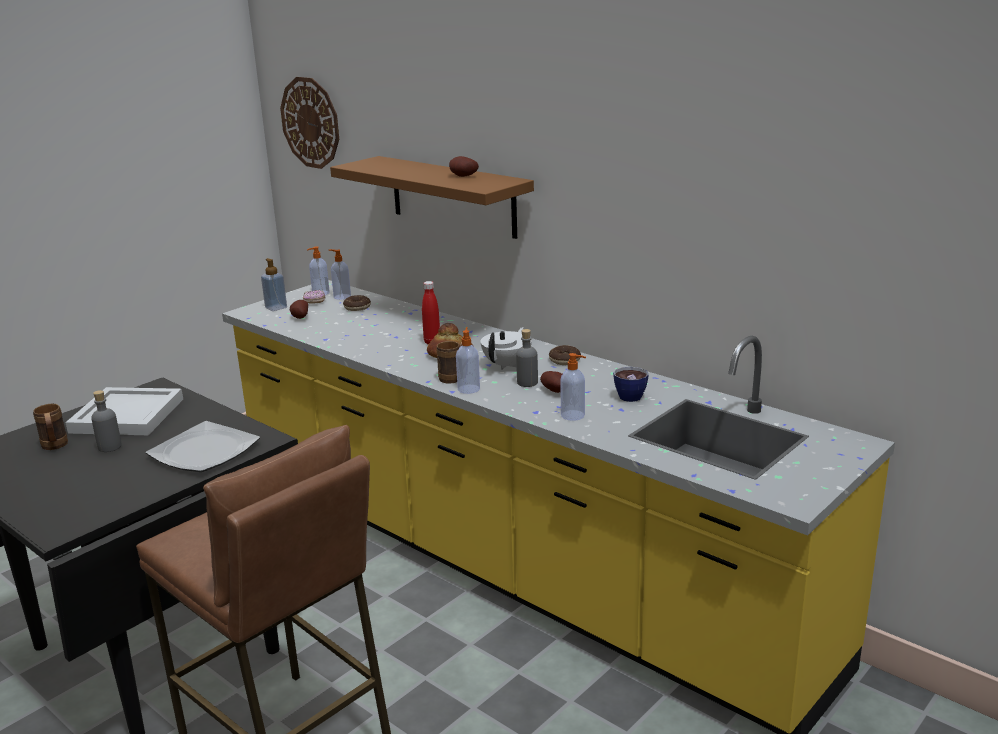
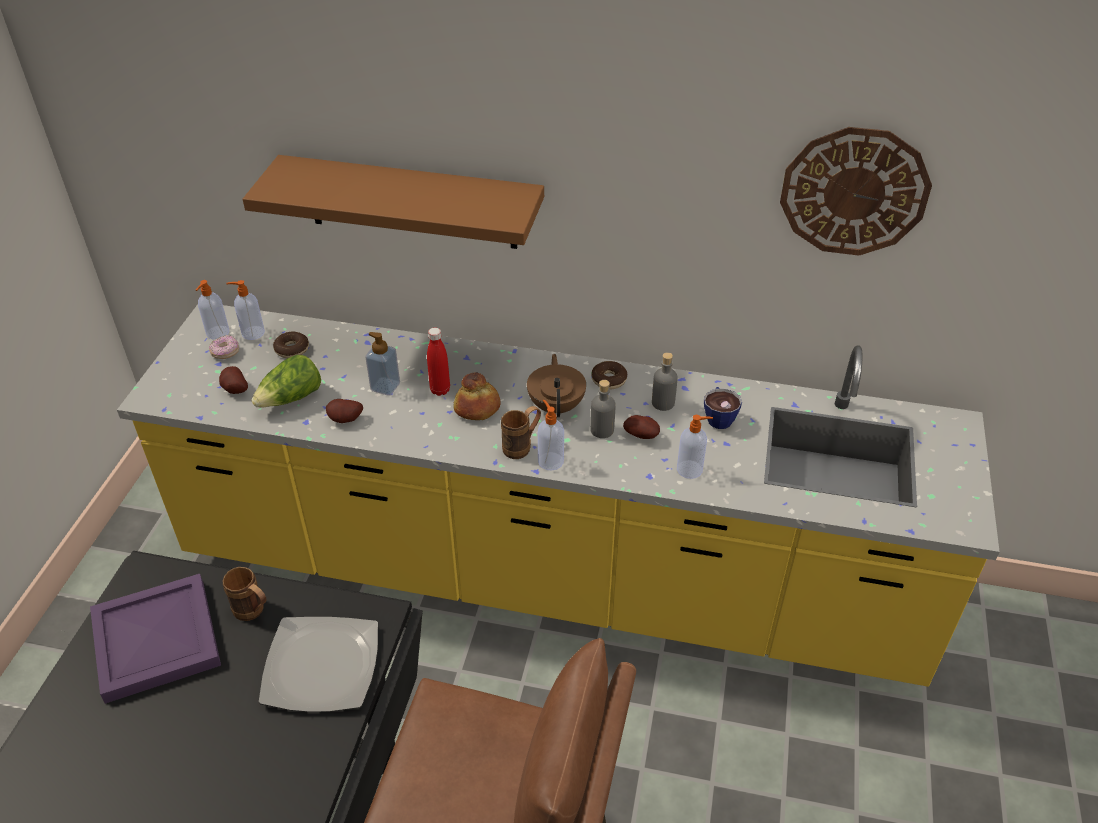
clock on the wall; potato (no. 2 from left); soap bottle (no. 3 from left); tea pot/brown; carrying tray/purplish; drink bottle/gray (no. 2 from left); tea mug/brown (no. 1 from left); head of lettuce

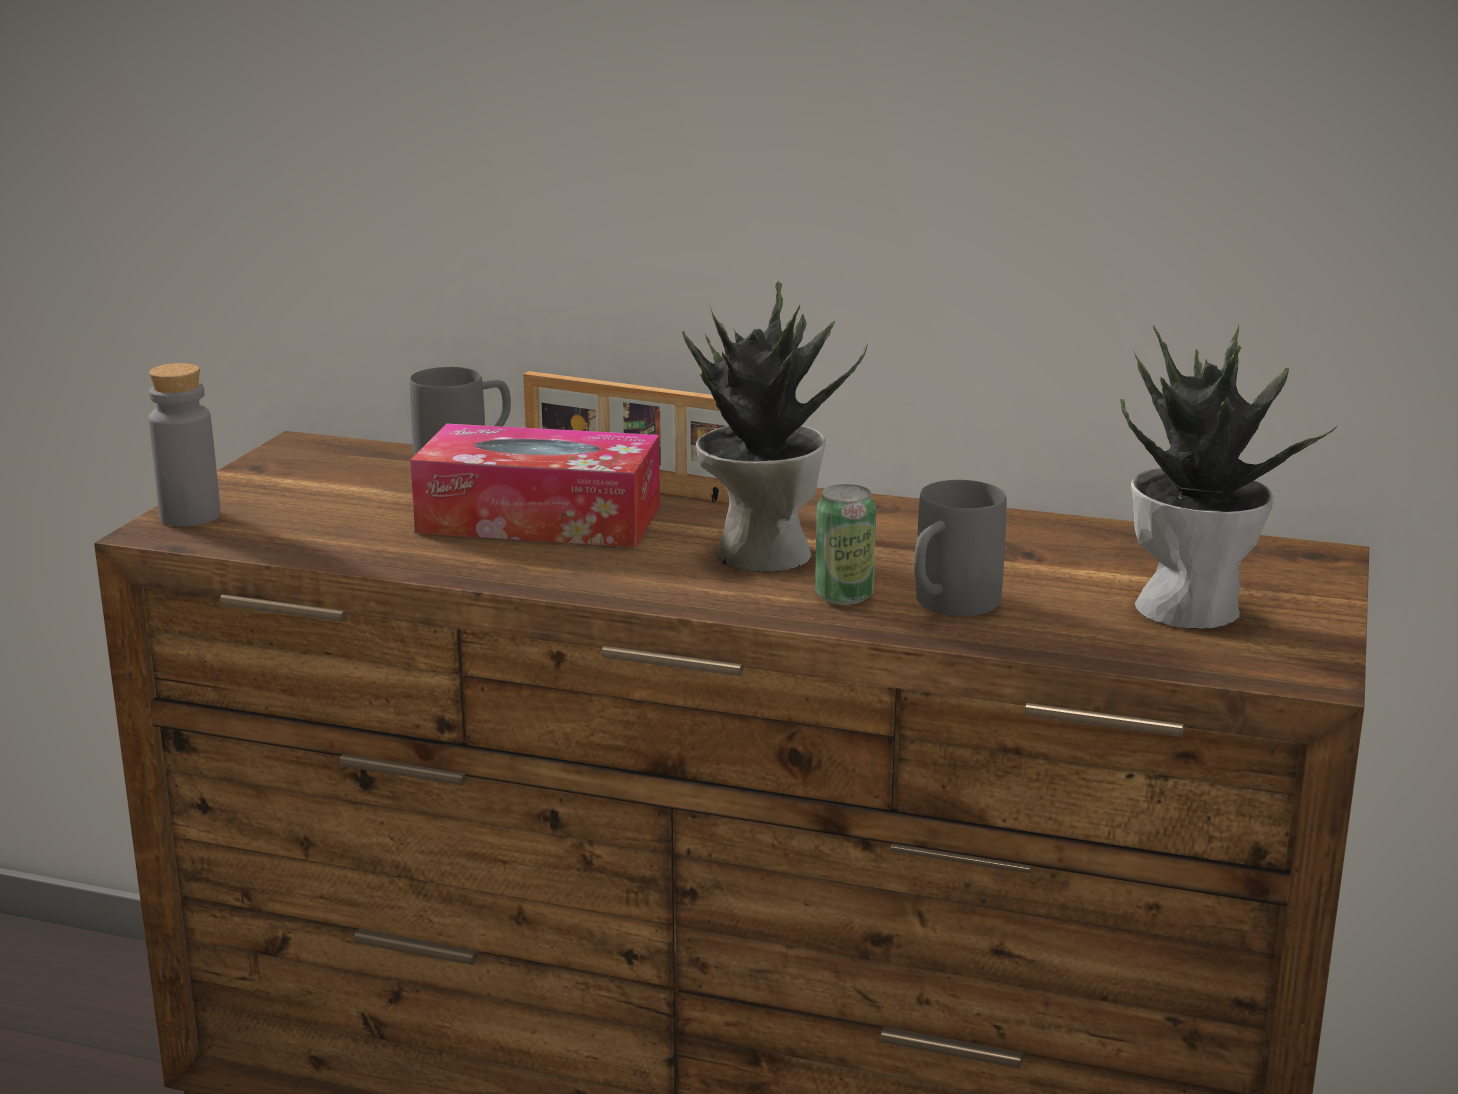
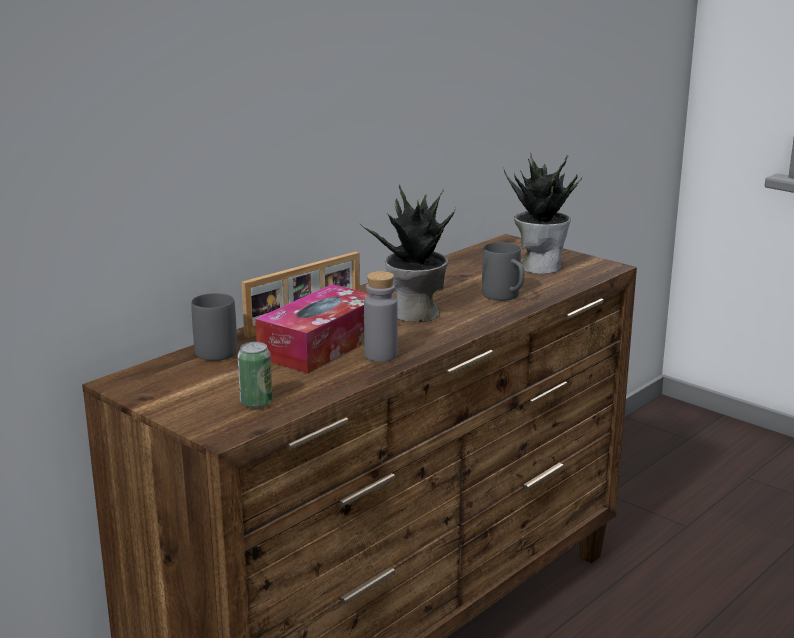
drink bottle/gray; can

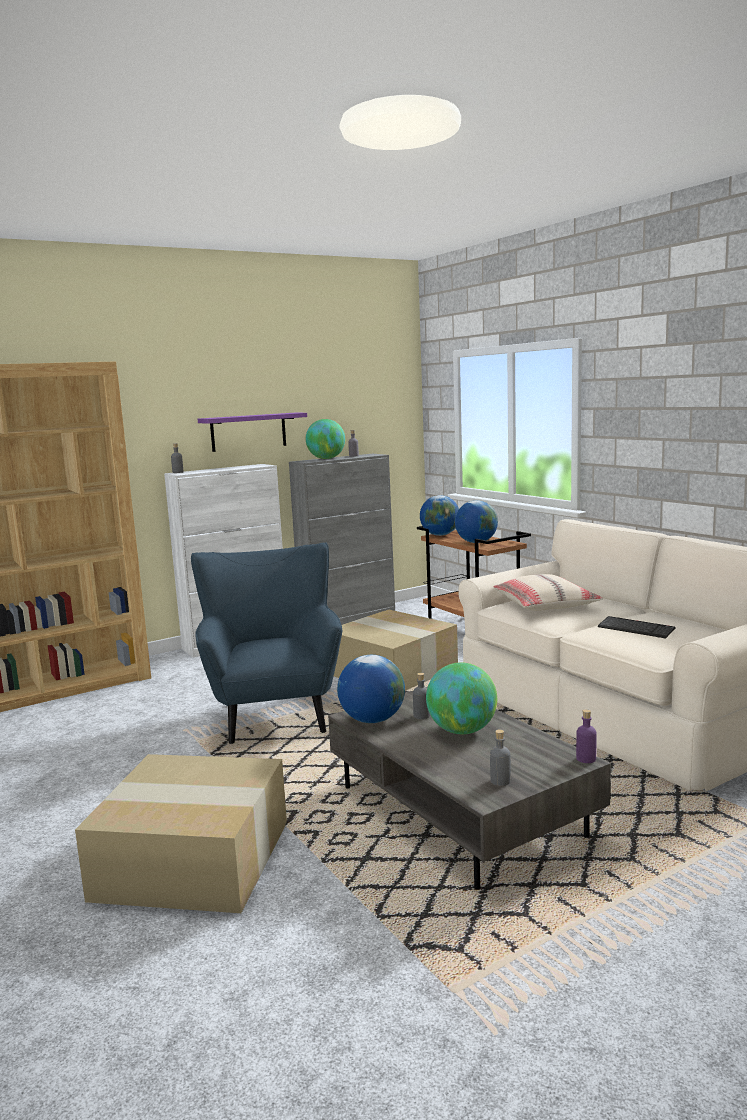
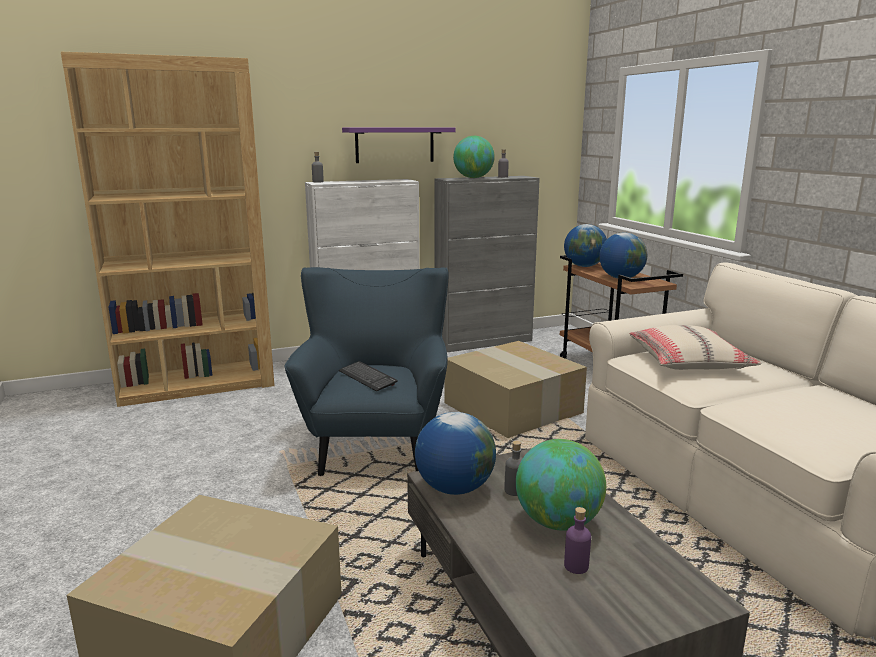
keyboard; drink bottle/purplish; drink bottle/gray (no. 4 from left in the first image)

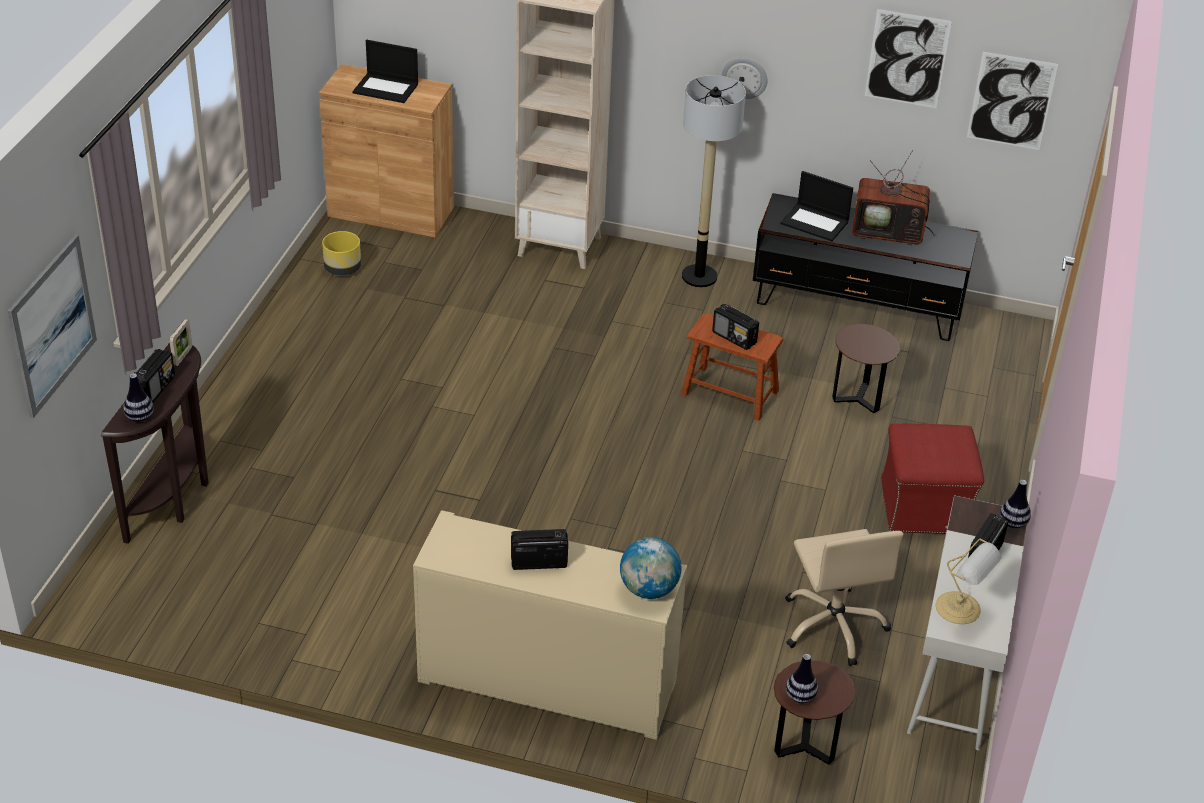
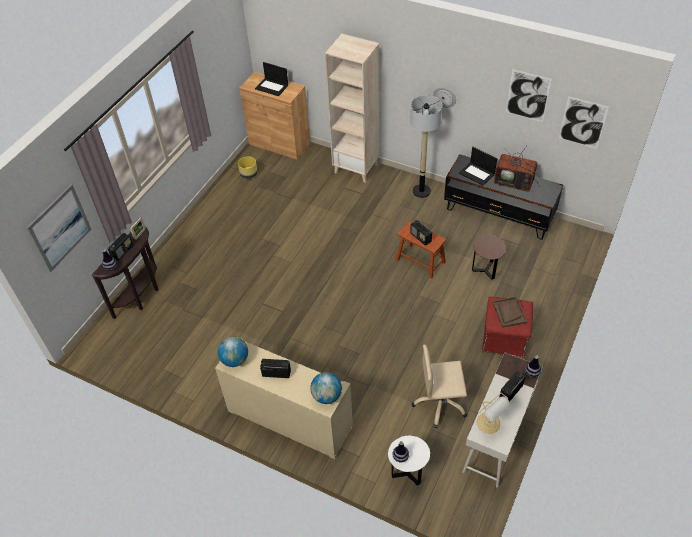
desk chair/beige-coloured; side table/whitish; carrying tray/brown; desk globe (no. 1 from left)

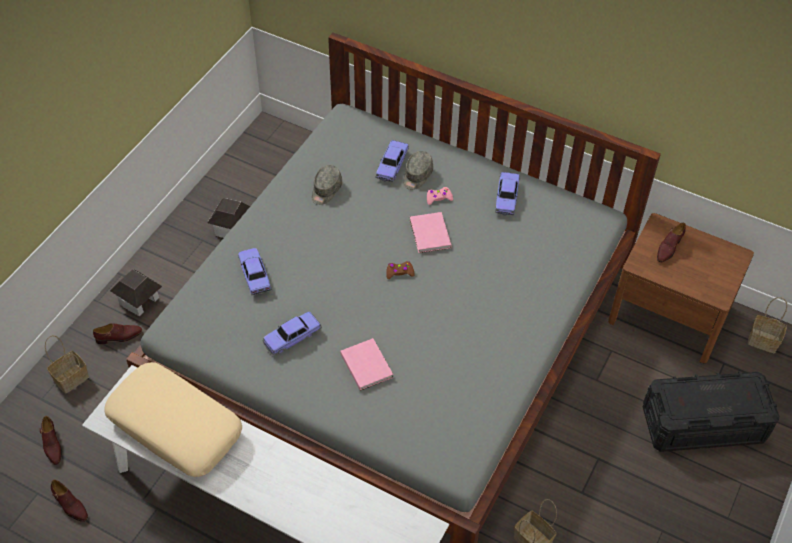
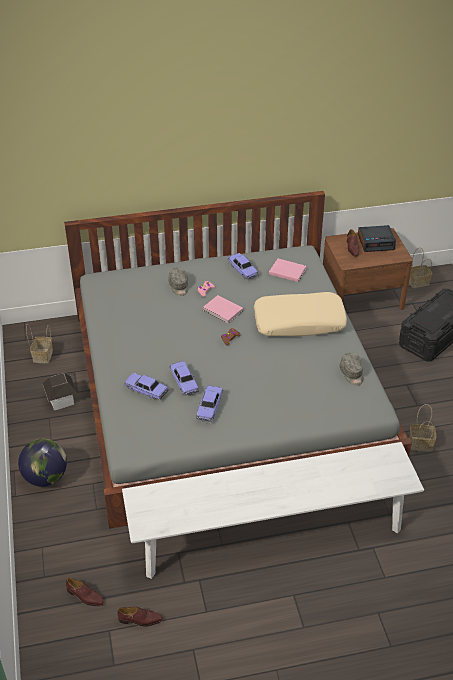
miniature car (no. 2 from left); peaked cap/gray (no. 2 from left); desk globe; item of footwear/brown (no. 3 from left in the first image); basket (no. 1 from left); volume/pink-coloured (no. 2 from left); pillow/beige-coloured; table clock

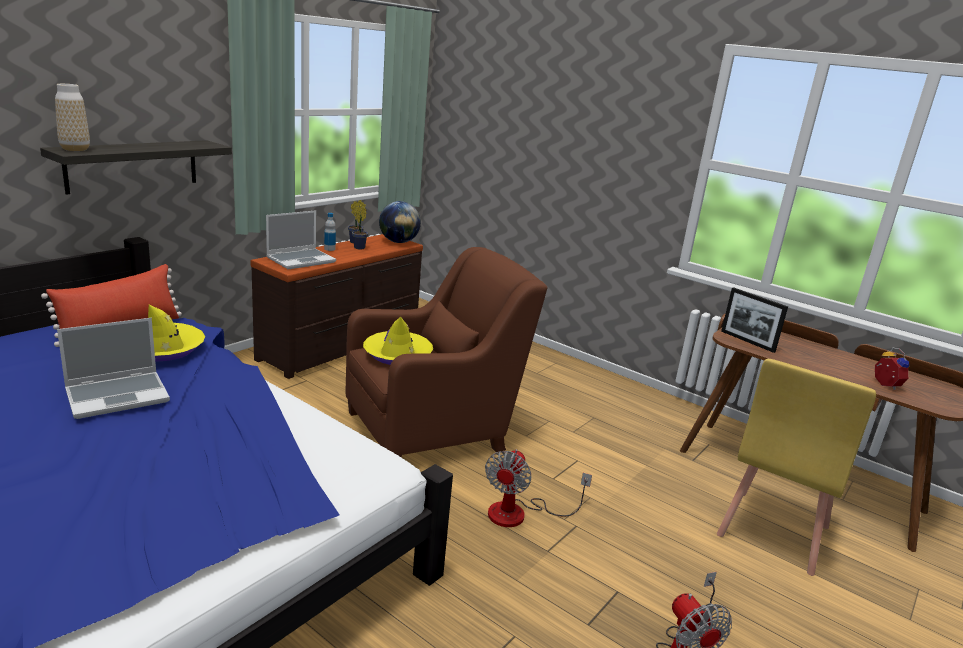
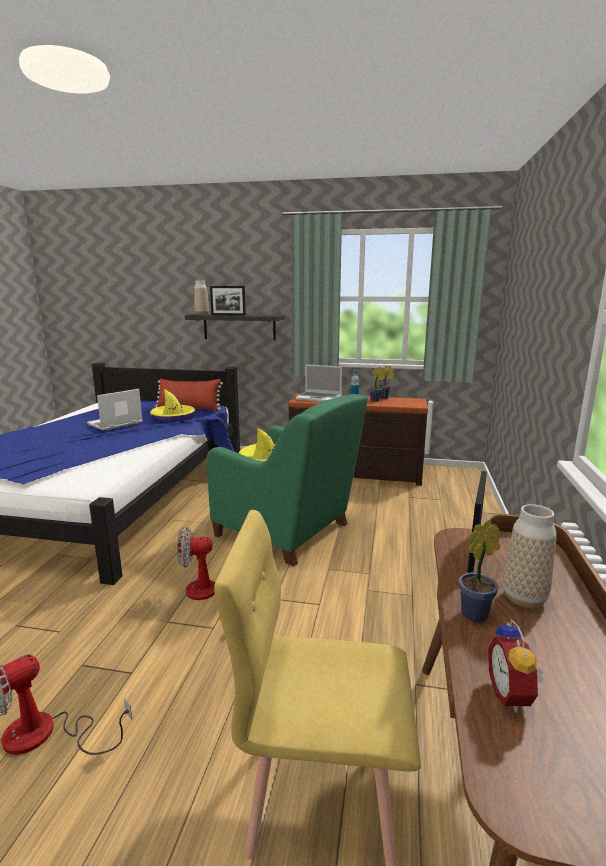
desk globe; armchair/green-coloured; notebook computer (no. 1 from left); table clock; standing frame (no. 1 from left); decorative vase (no. 2 from left); houseplant (no. 3 from left)

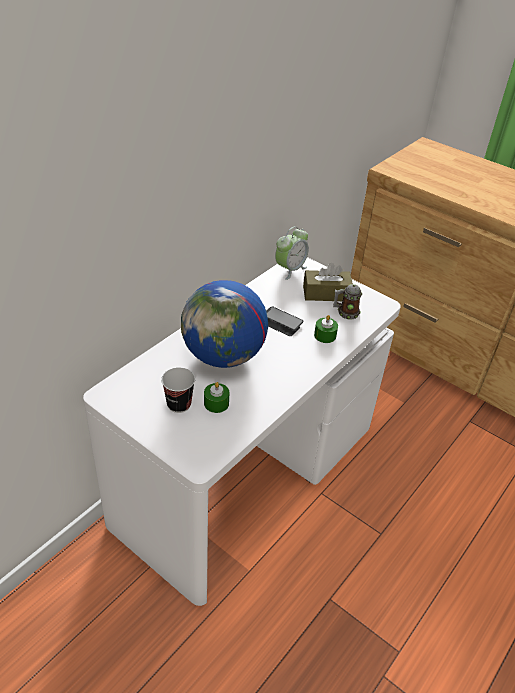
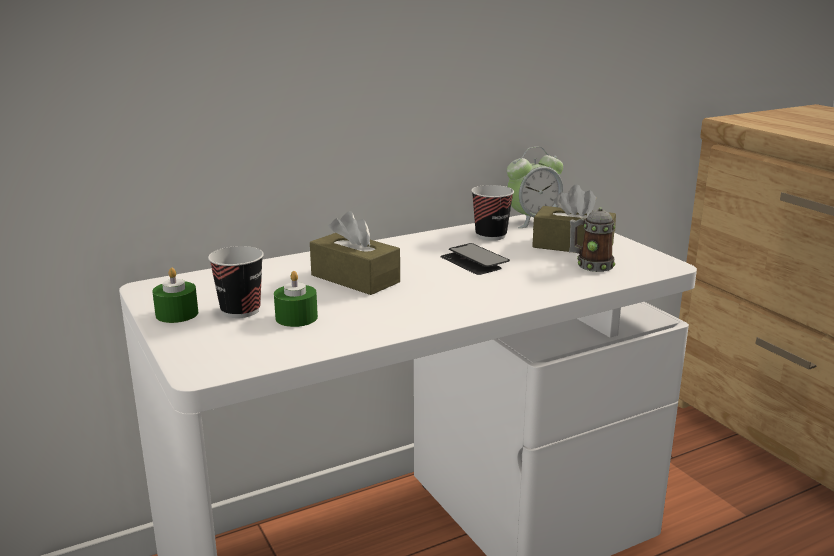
tissue box/brown (no. 1 from left); wax candle/green-coloured (no. 1 from left); small cup (no. 2 from left)

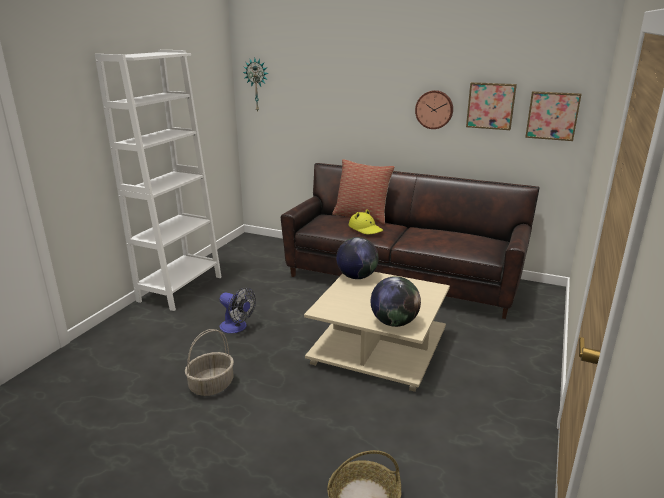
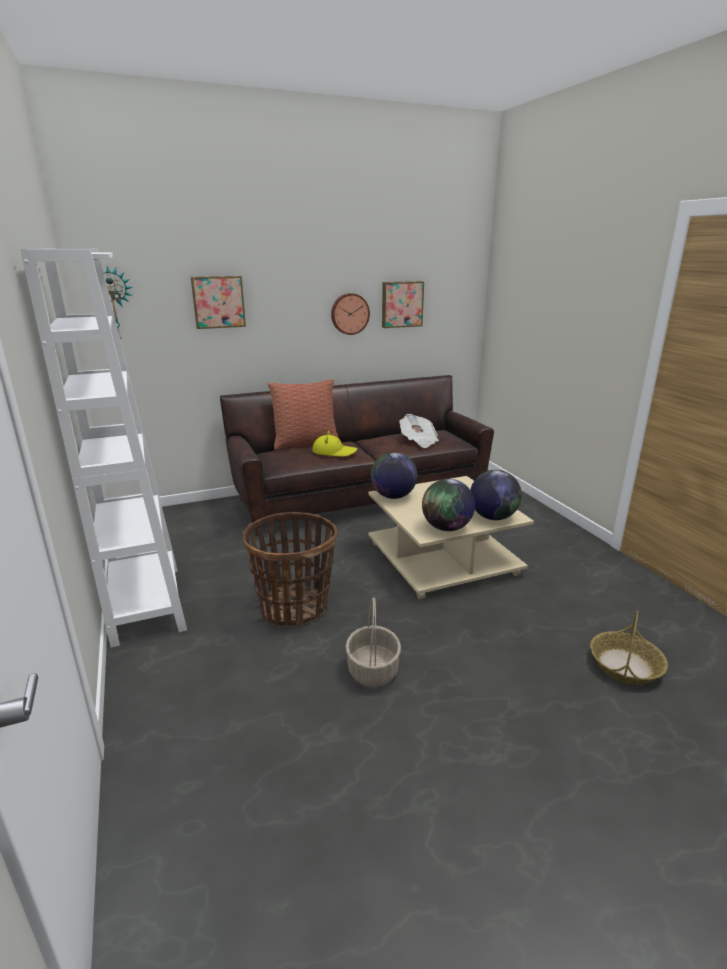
wall art (no. 1 from left); basket (no. 1 from left); daily paper; desk globe (no. 2 from left)

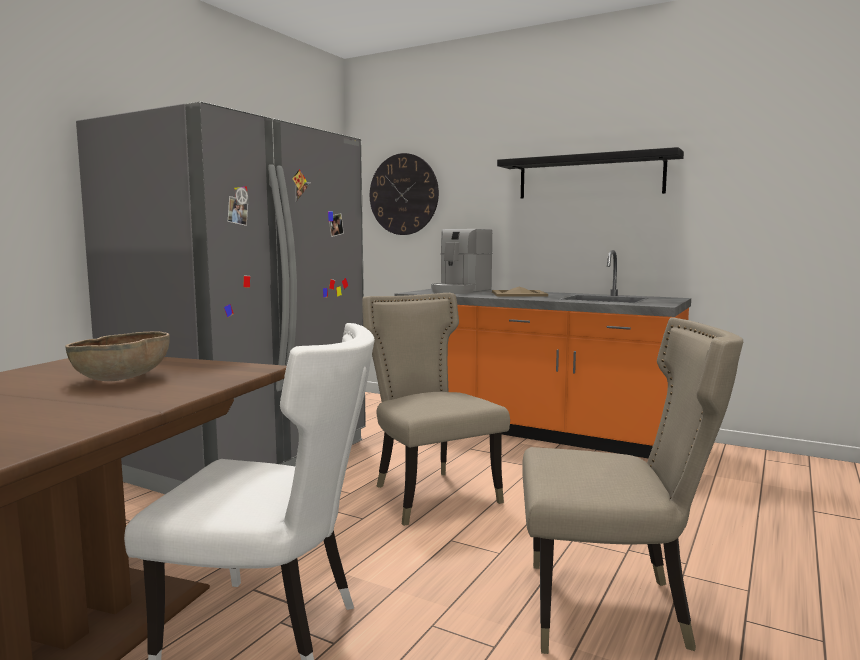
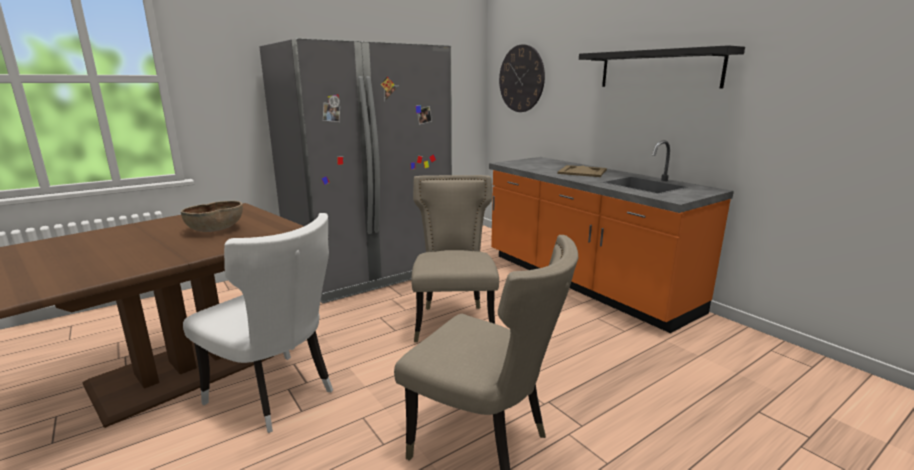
coffee brewer

